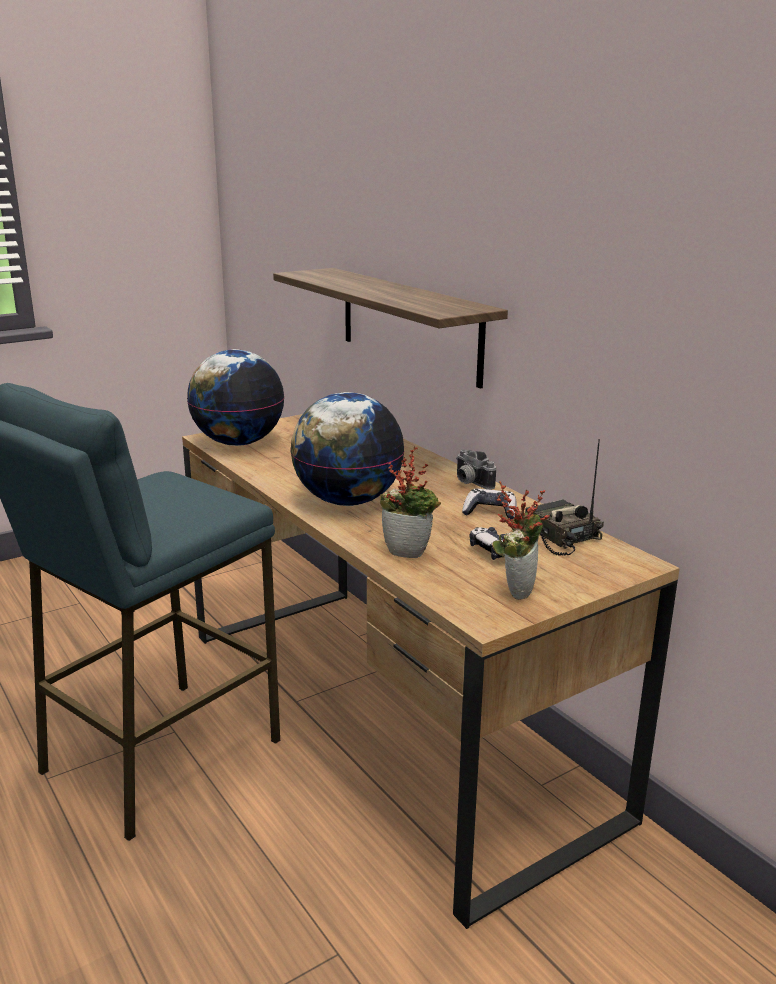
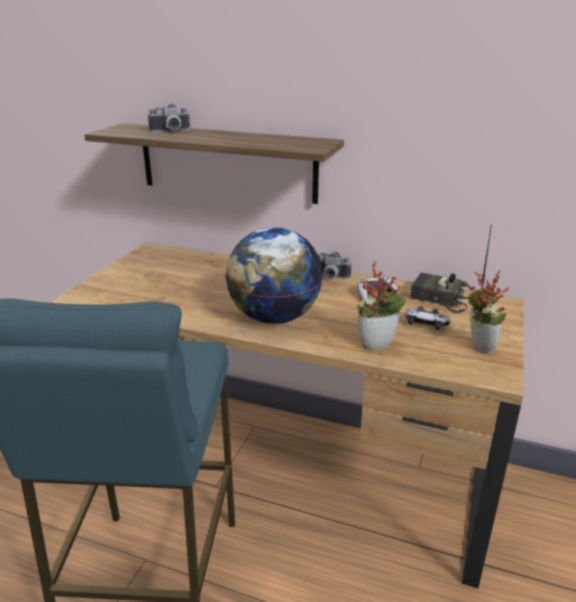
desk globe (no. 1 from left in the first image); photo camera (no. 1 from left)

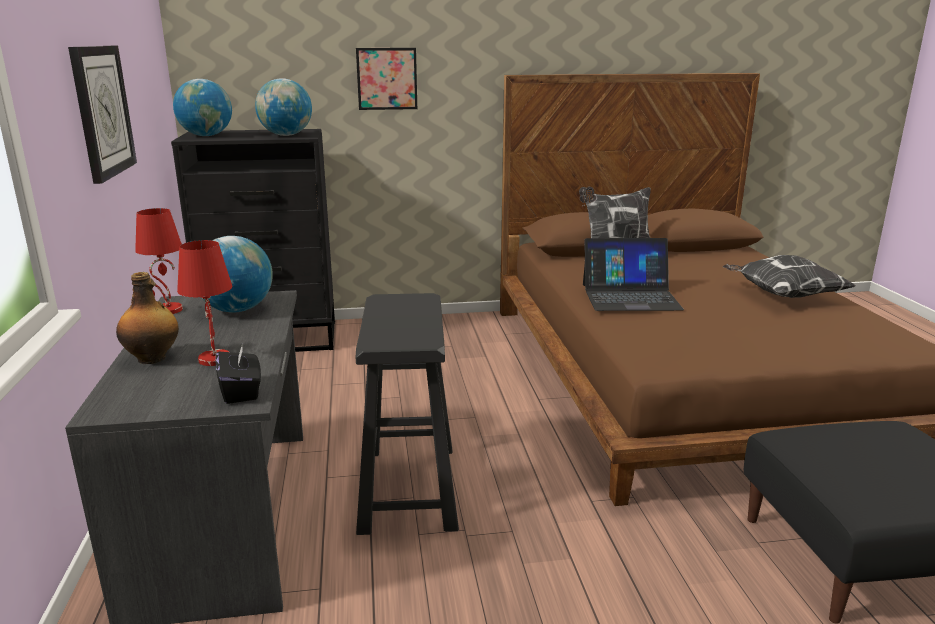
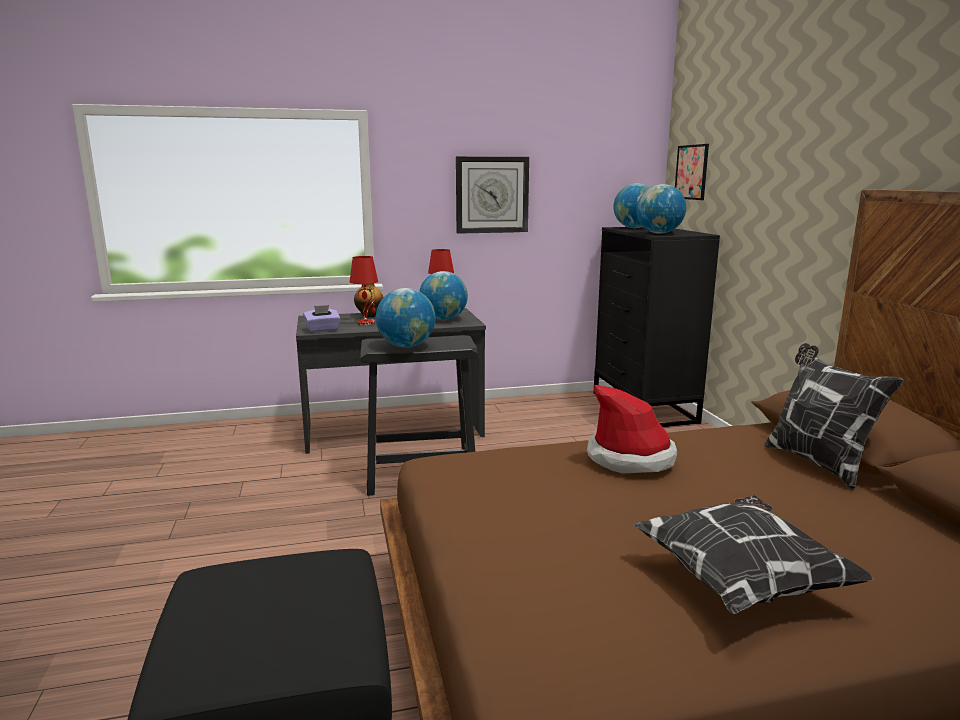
wall art; hat; tissue box/purplish; desk globe (no. 1 from left)

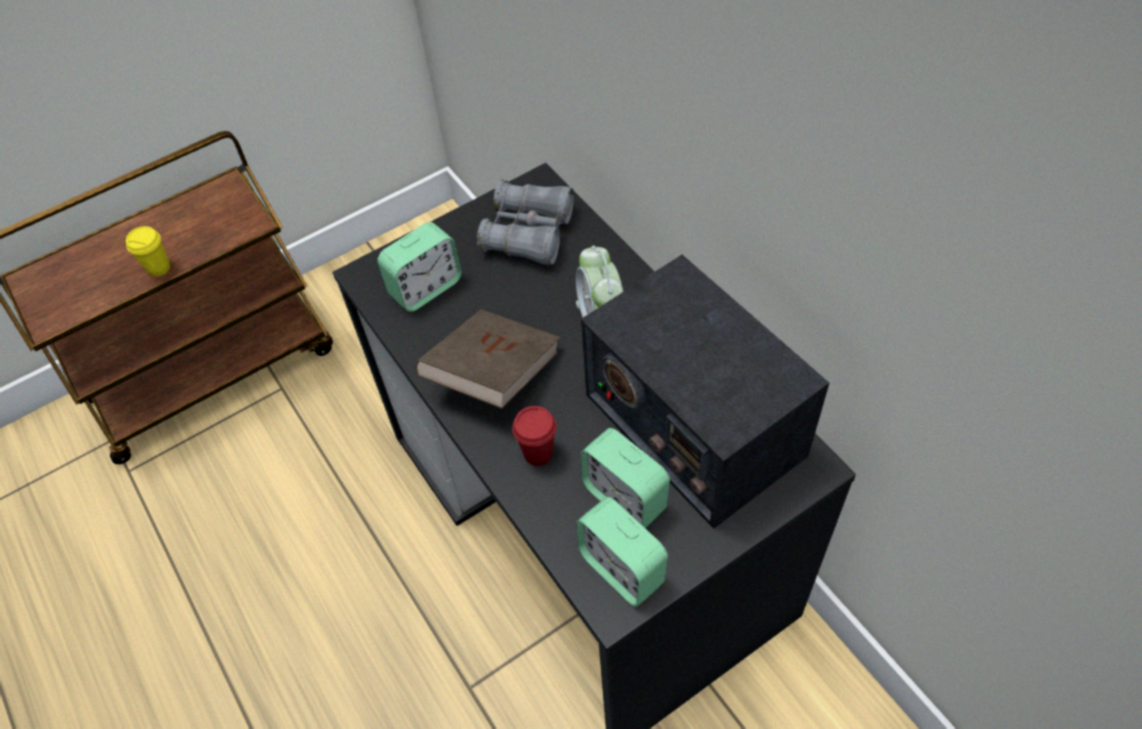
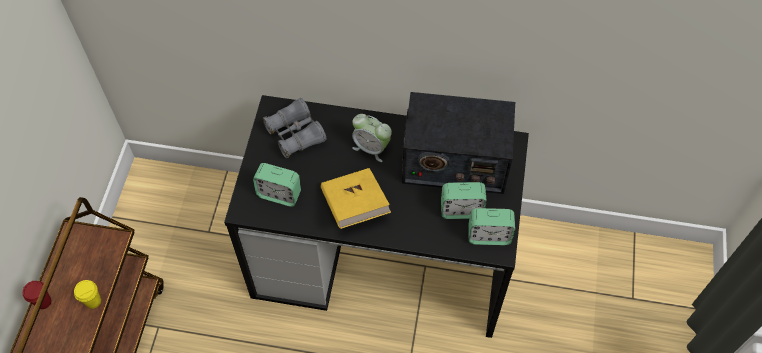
table clock (no. 1 from left); volume/yellow; small cup/red

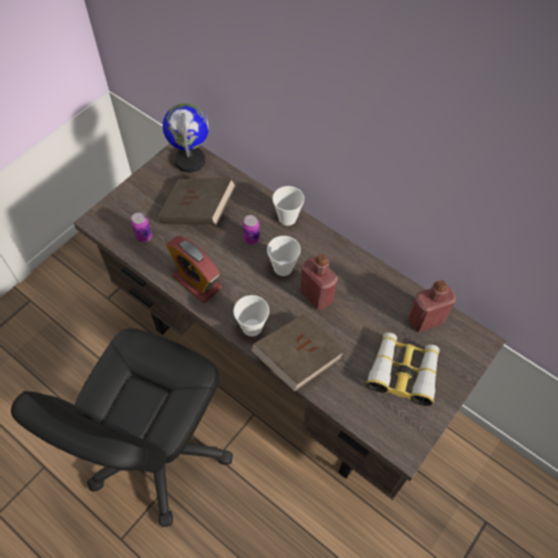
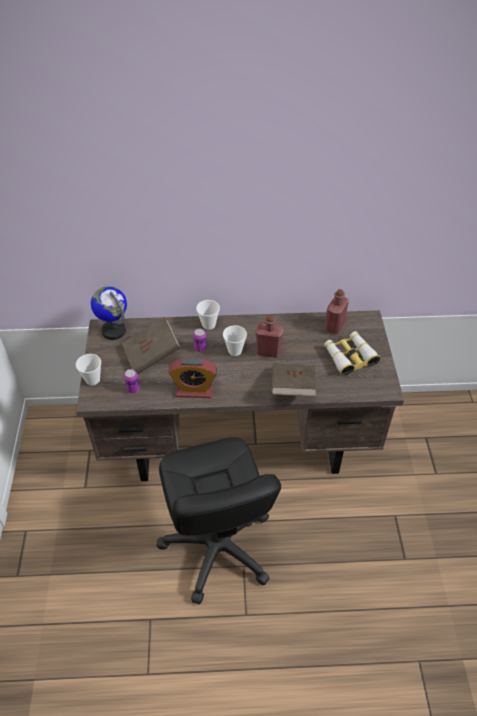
small cup (no. 1 from left)

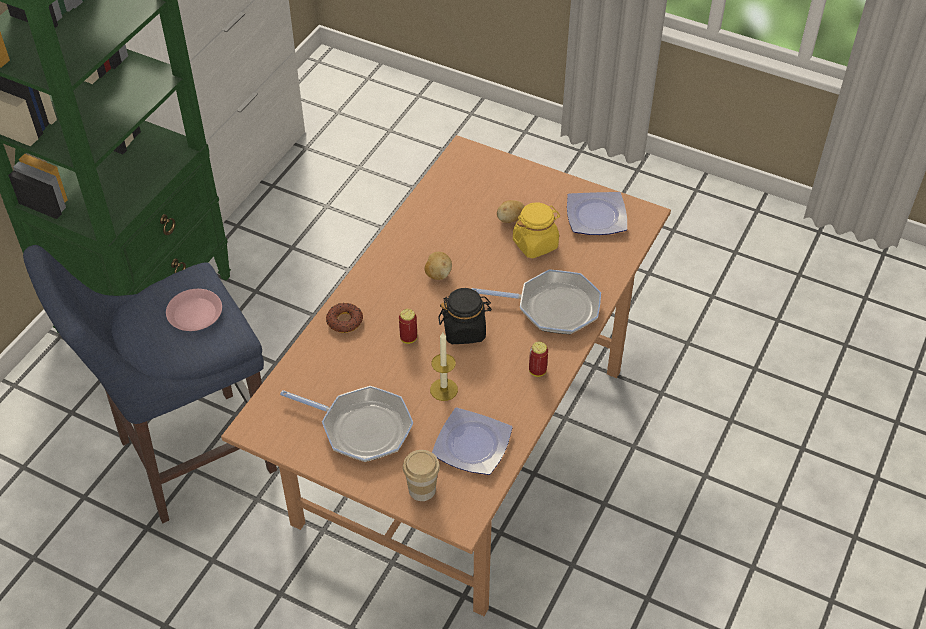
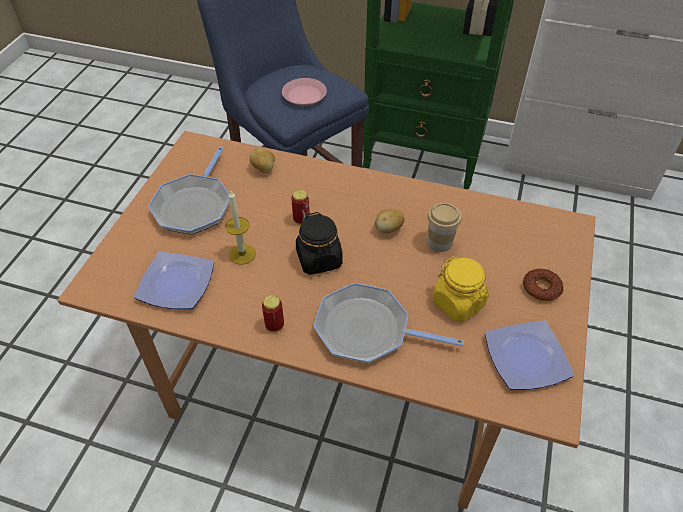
potato (no. 1 from left); skillet (no. 2 from left); donut; small cup

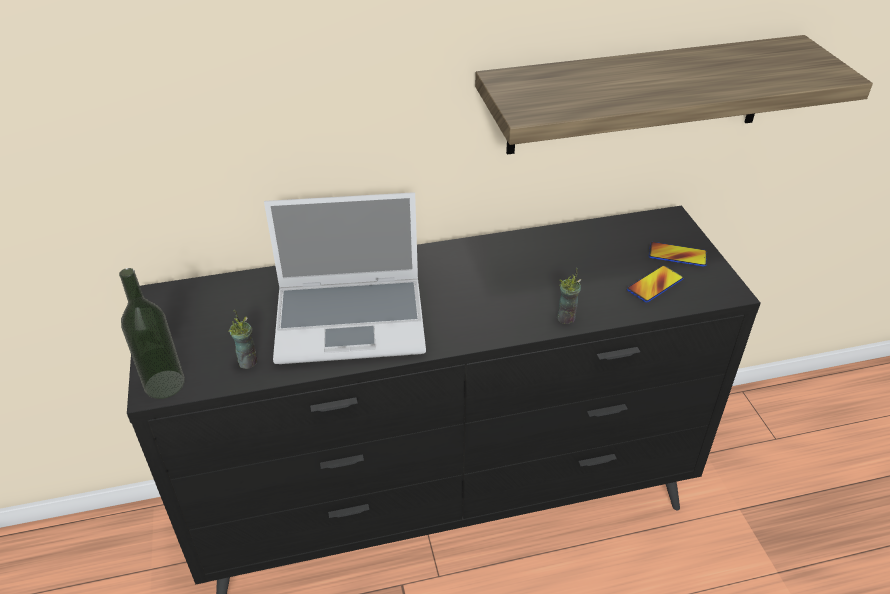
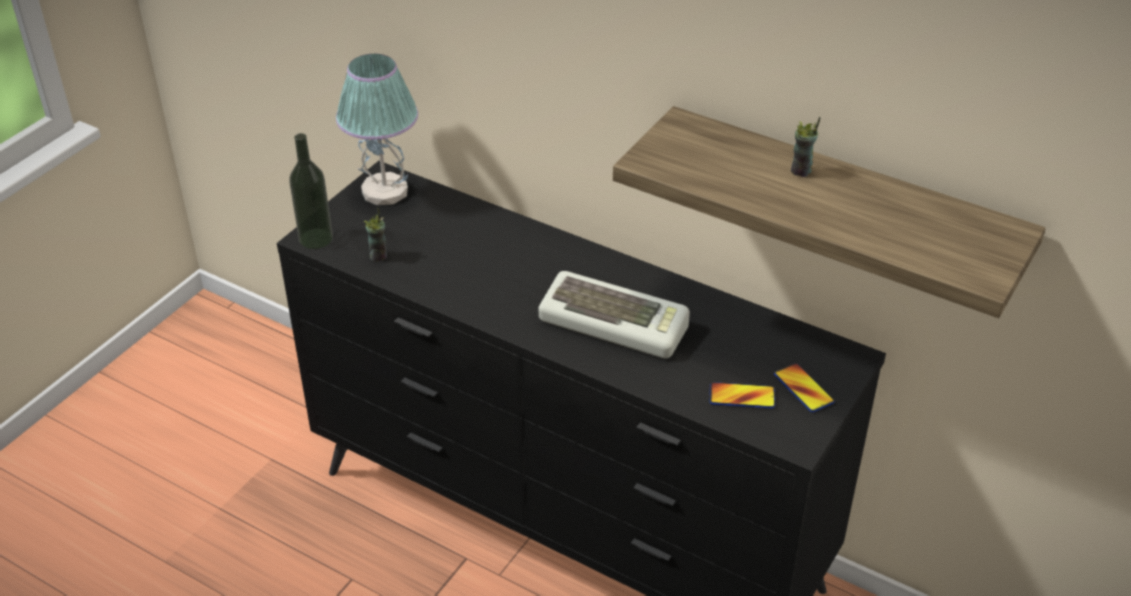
notebook computer; small cup (no. 2 from left); tabletop lamp; keyboard

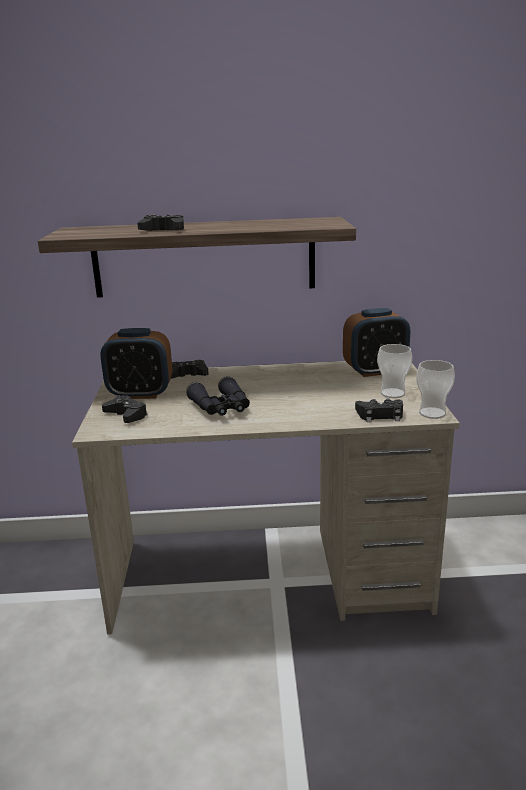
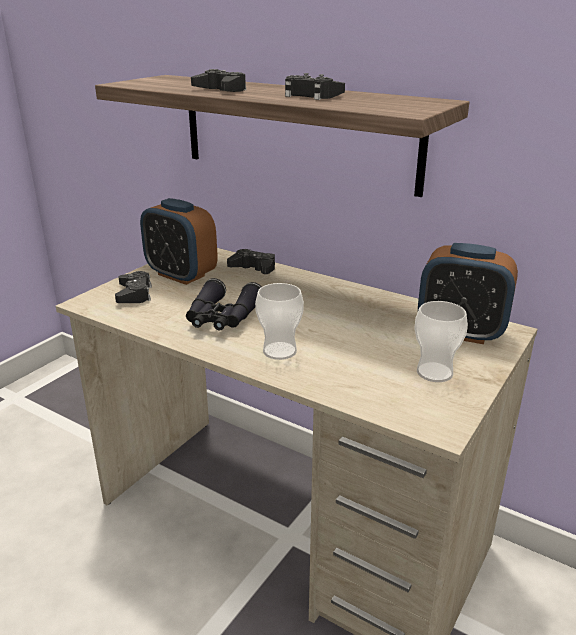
small cup (no. 1 from left); joypad/black (no. 4 from left)

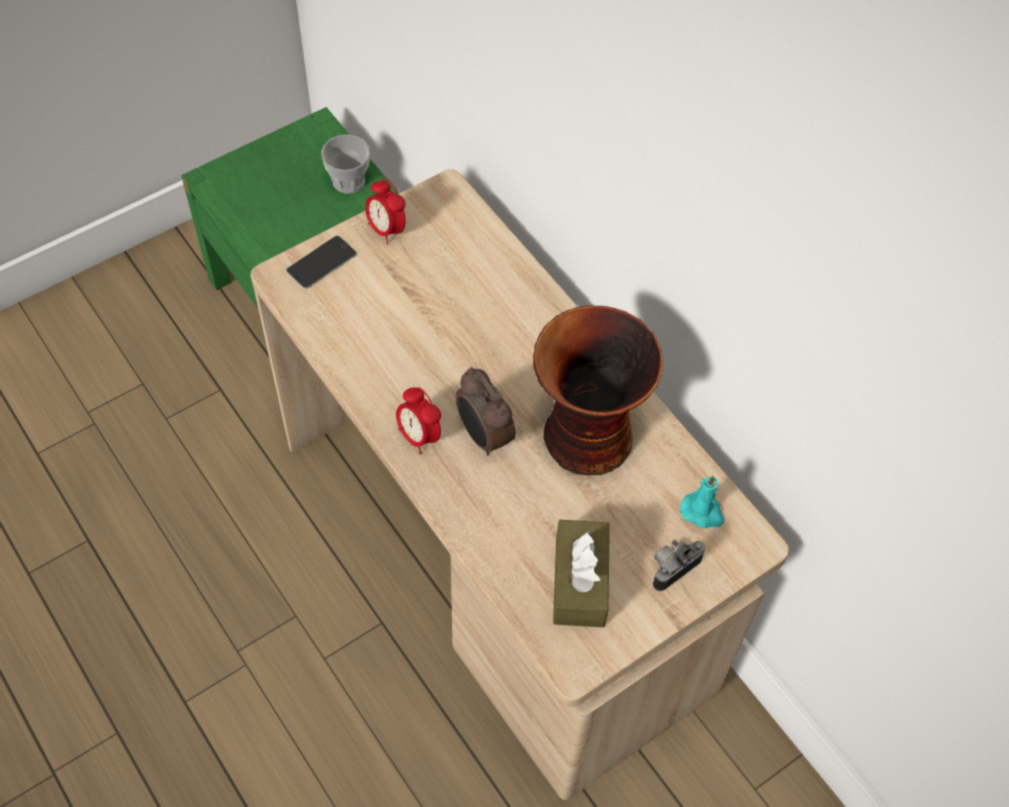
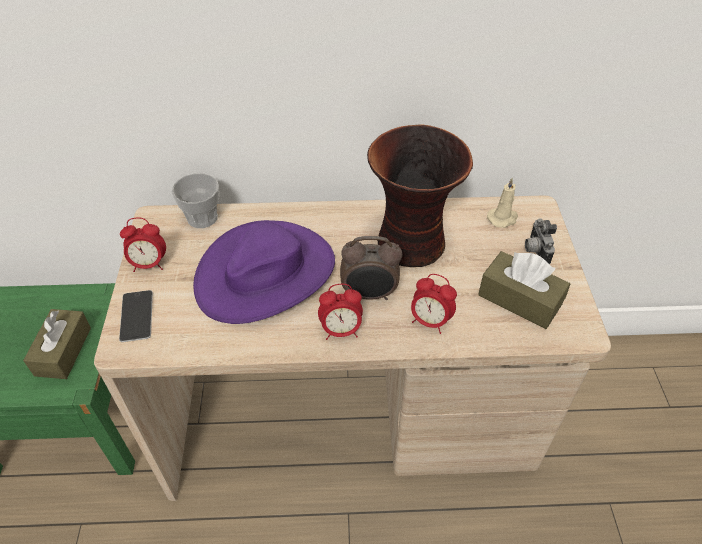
small cup; wax candle/beige-coloured; hat/purplish; table clock (no. 4 from left); tissue box/brown (no. 1 from left)

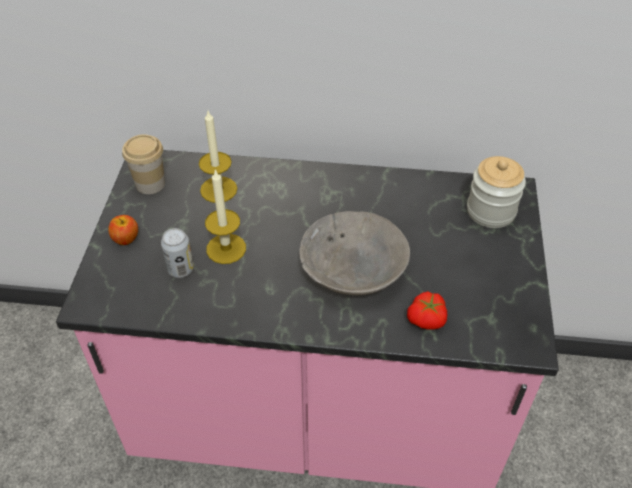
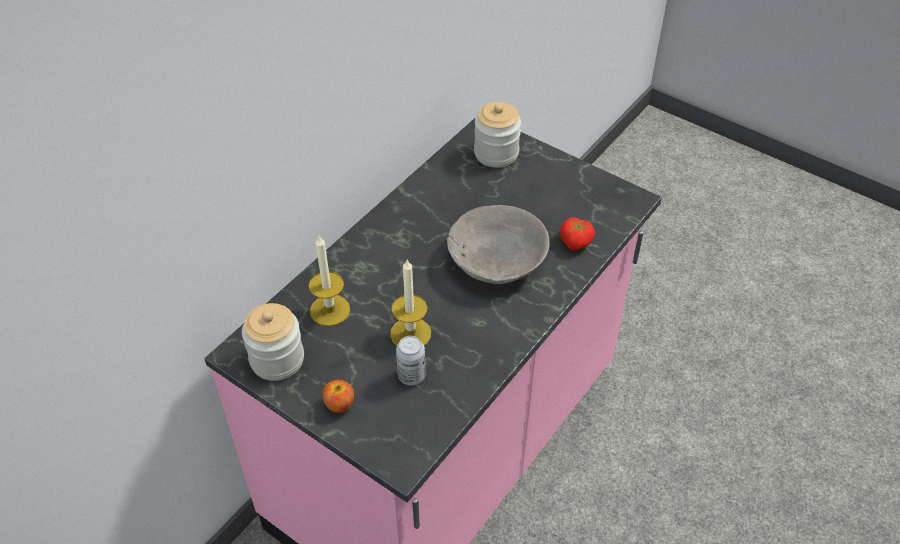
storage jar (no. 1 from left)

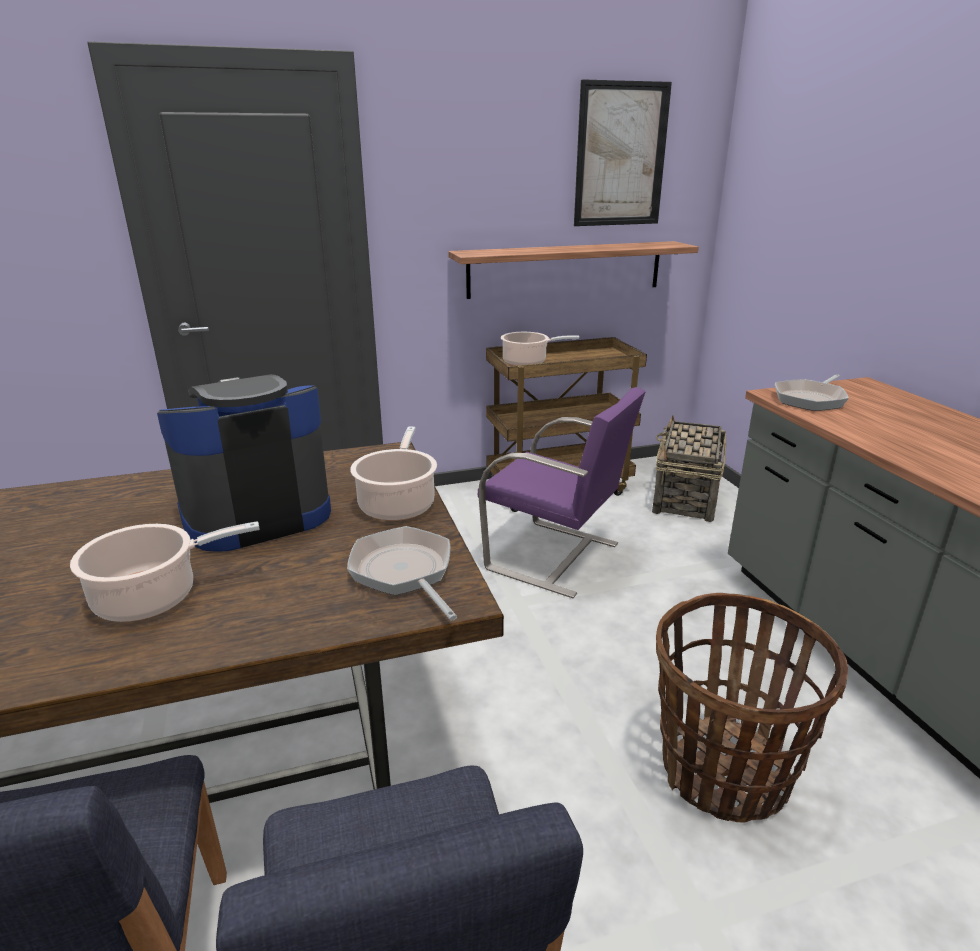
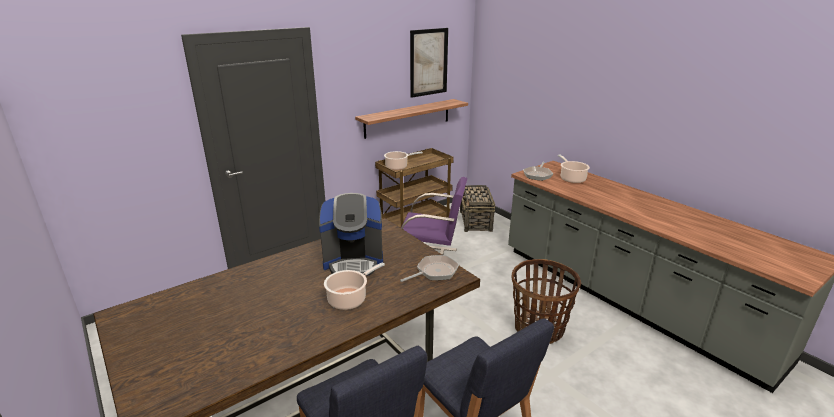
coffee brewer; cooking pot (no. 3 from left); skillet (no. 1 from left)

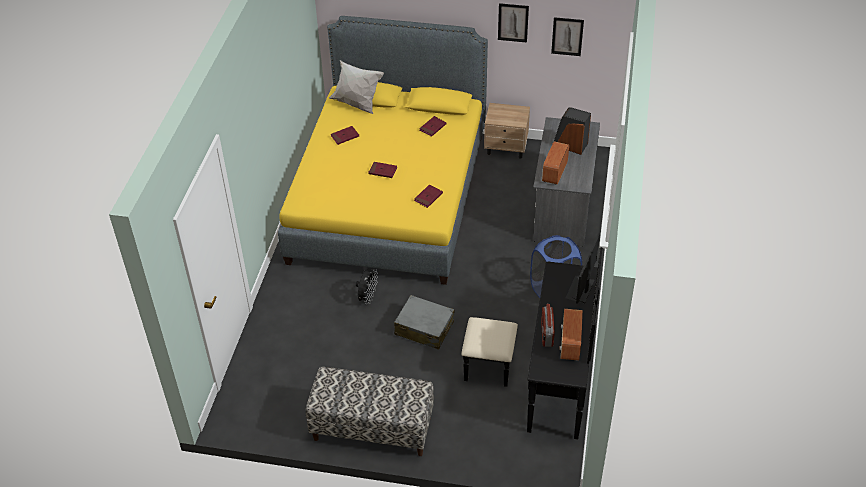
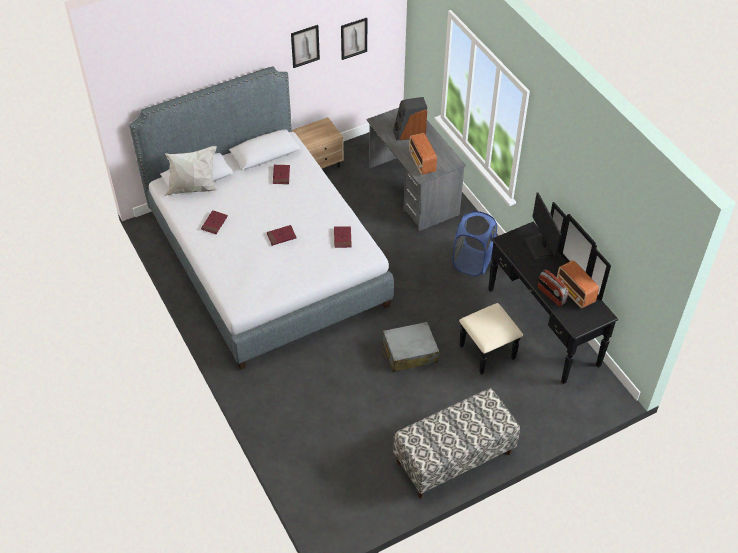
sleeping bed/gray; electric fan/black

